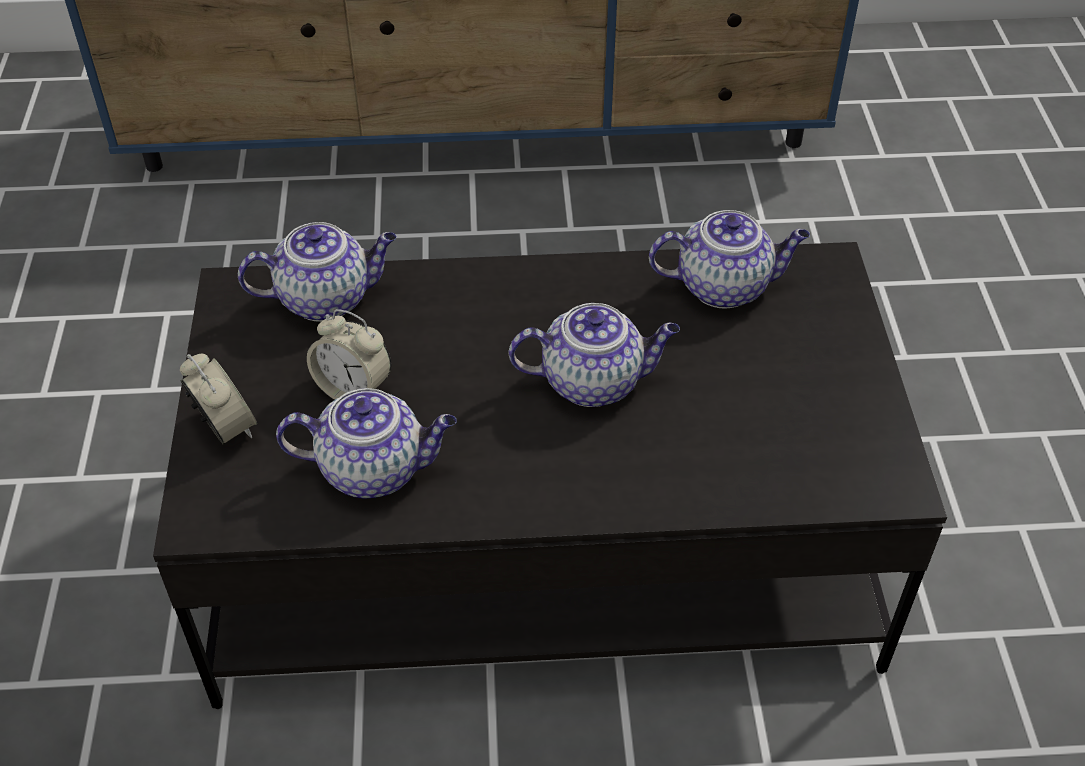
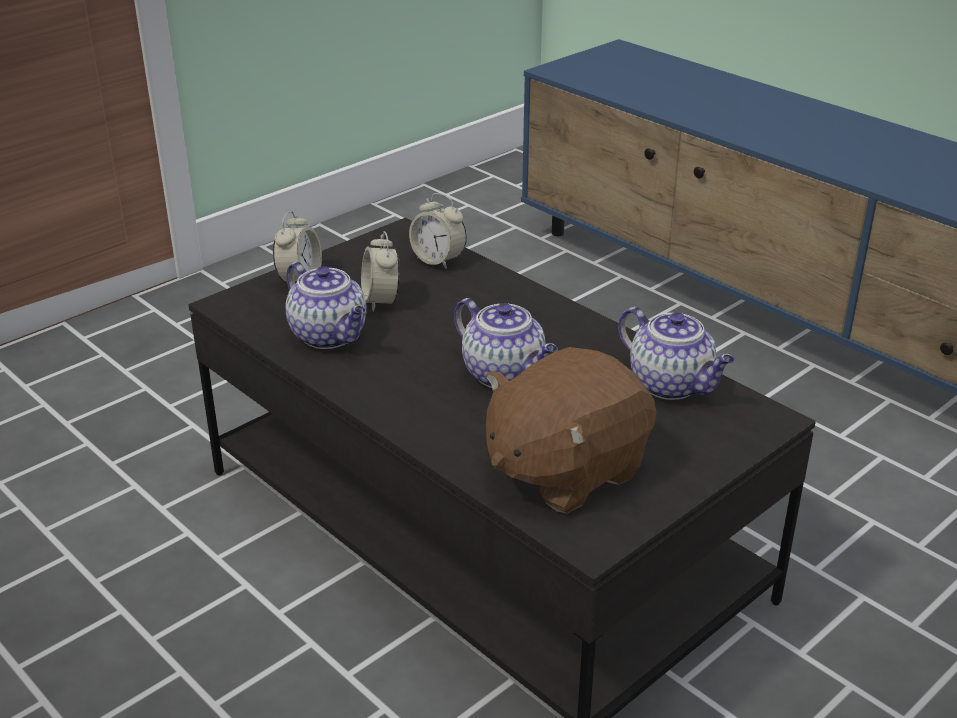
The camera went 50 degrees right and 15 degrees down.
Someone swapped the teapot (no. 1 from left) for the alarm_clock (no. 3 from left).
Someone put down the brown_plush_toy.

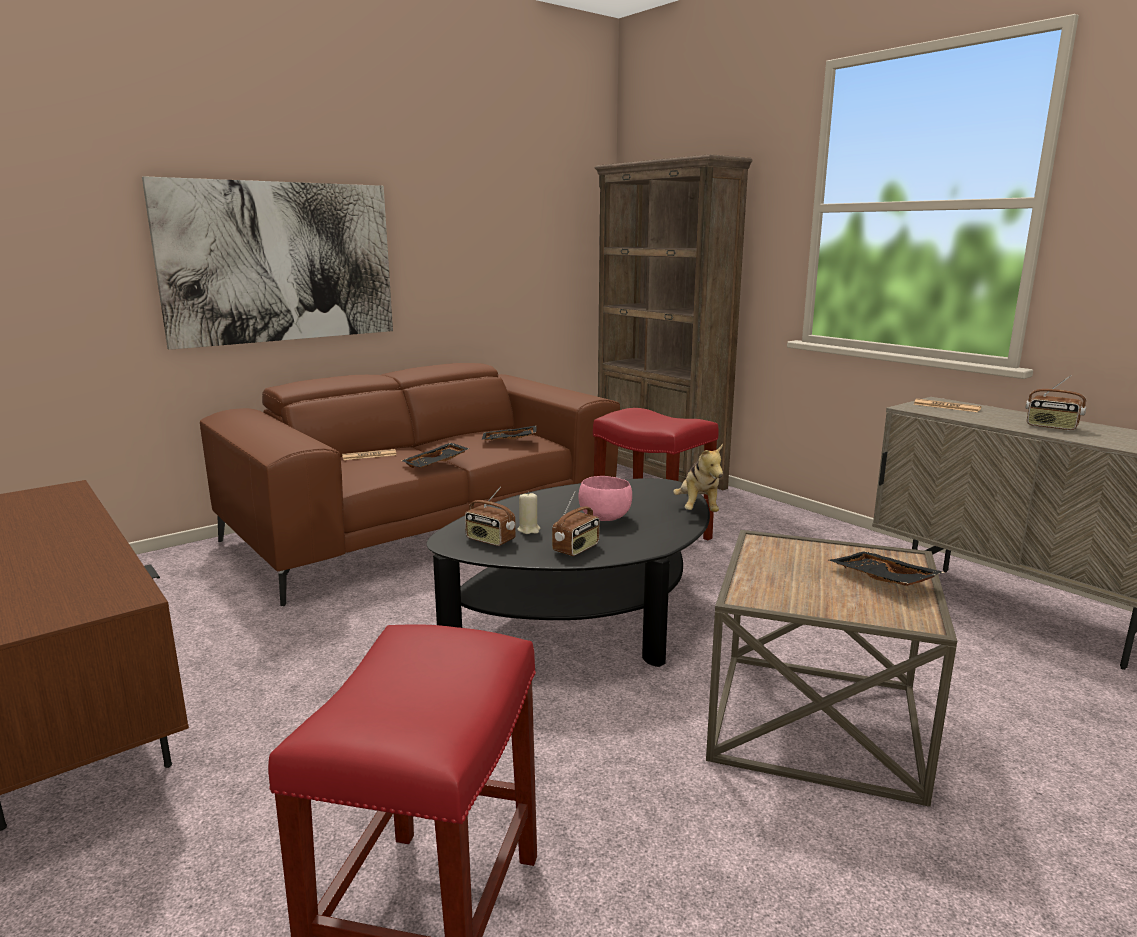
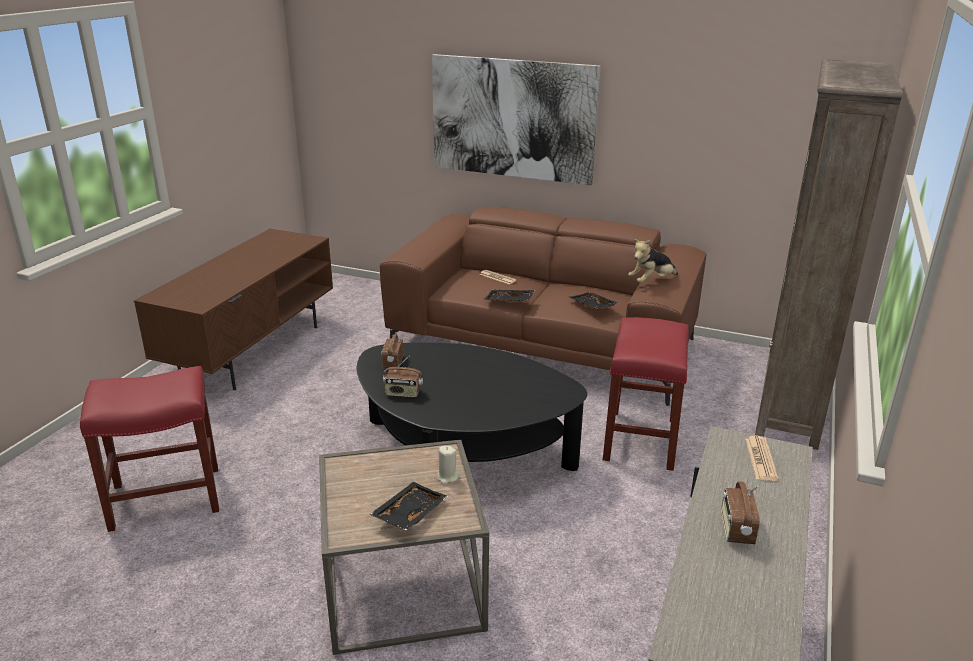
The camera went 60 degrees right and 10 degrees up.
Someone carried the plush_toy.
Someone took away the pink_bowl.
Someone carried the beige_candle.

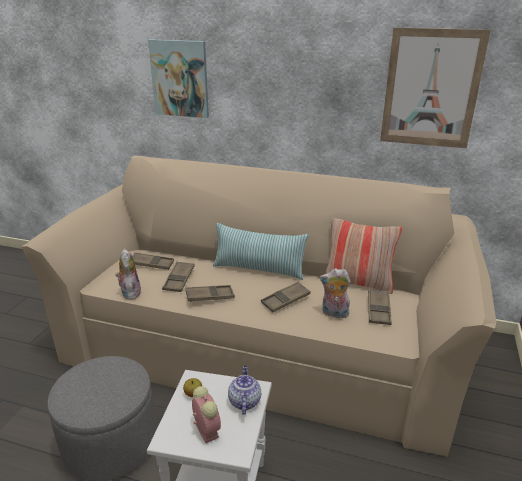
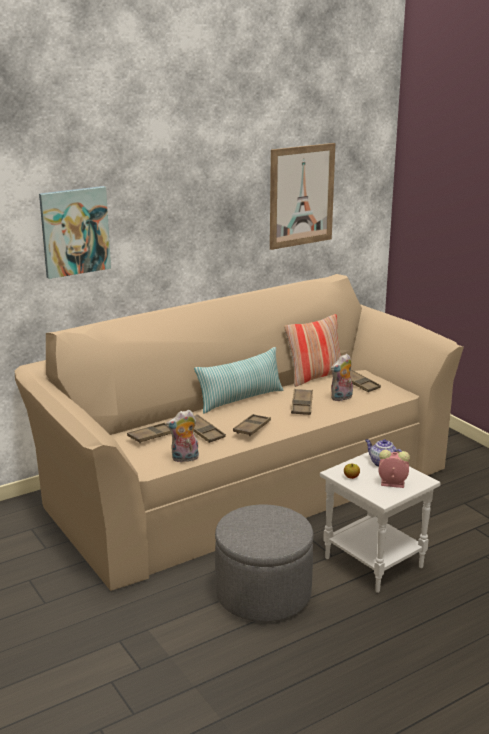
The camera went 50 degrees left and 5 degrees down.
Someone rotated the plush_toy (no. 1 from left) by 45 degrees counterclockwise.

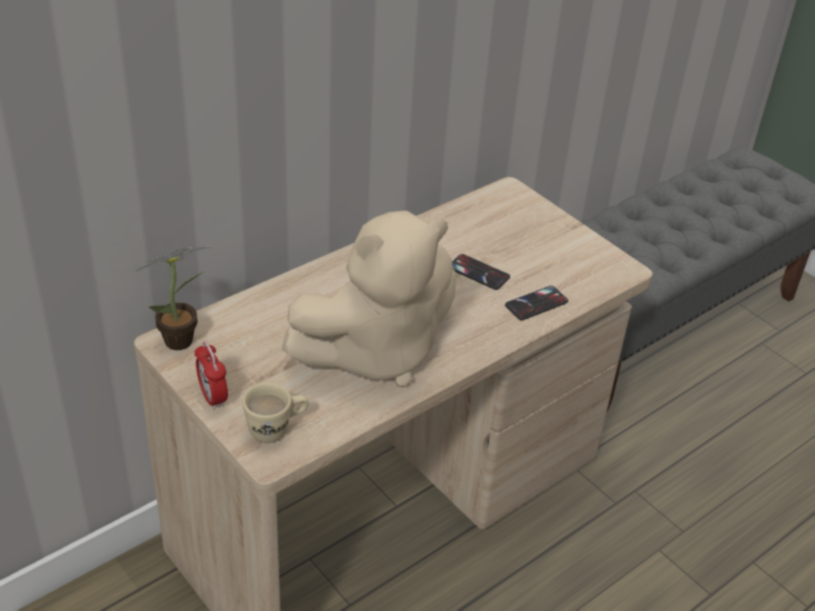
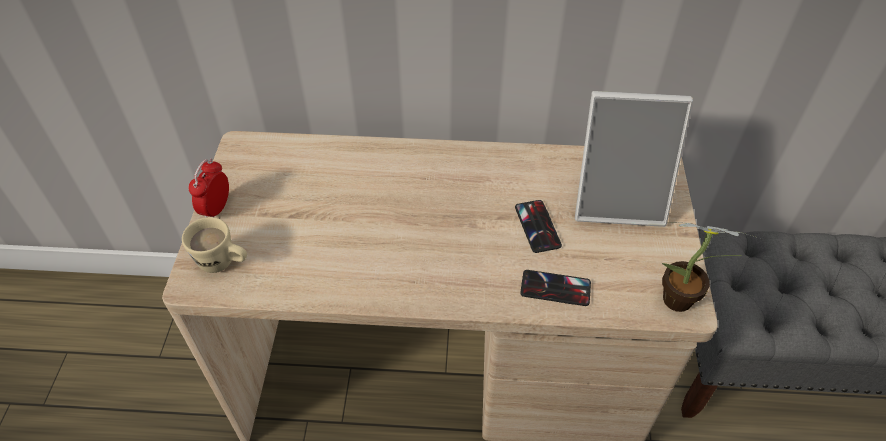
The camera went 45 degrees right and 10 degrees up.
Someone took away the beige_plush_toy.
Someone carried the potted_plant.
Someone put down the picture_frame.

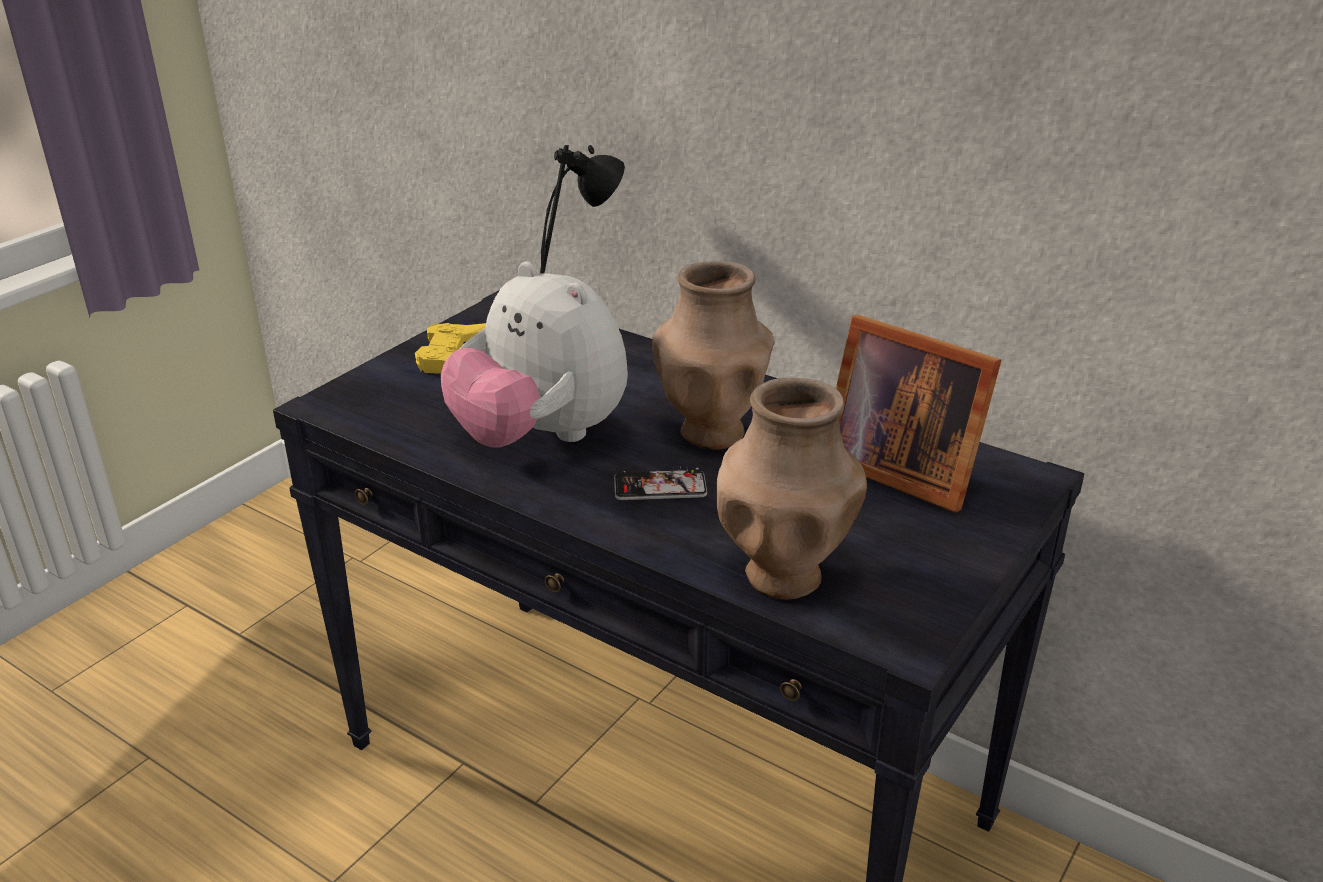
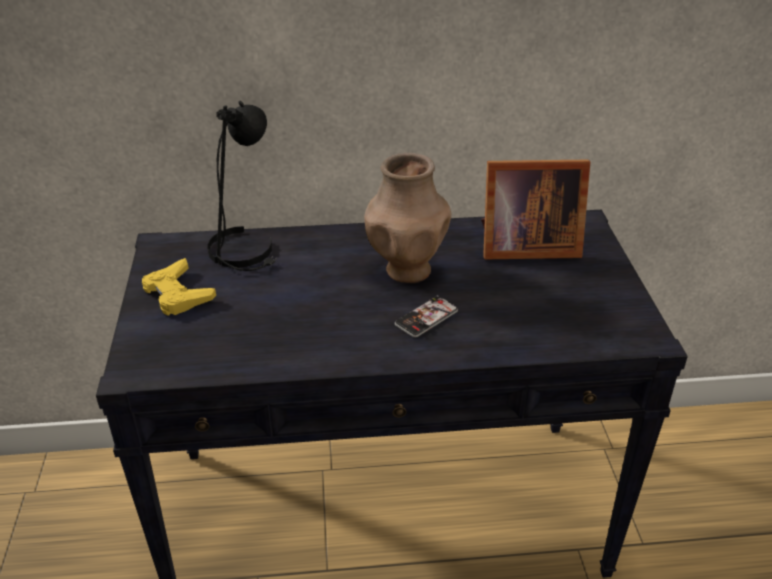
The camera went 40 degrees left and 5 degrees up.
Someone took away the plush_toy.
Someone took away the brown_vase (no. 2 from left).

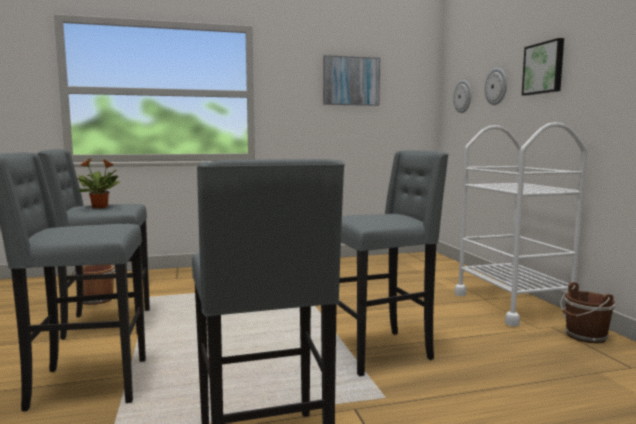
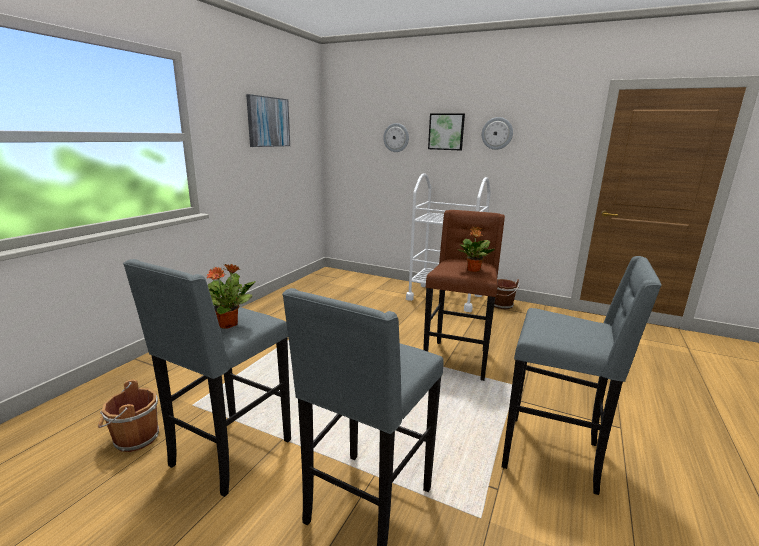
The camera went 50 degrees left and 10 degrees up.
Someone carried the wall_clock (no. 1 from left in the first image).
Someone repainted the grey_stool (no. 4 from left), which became the brown_stool.
Someone put down the potted_plant (no. 2 from left).

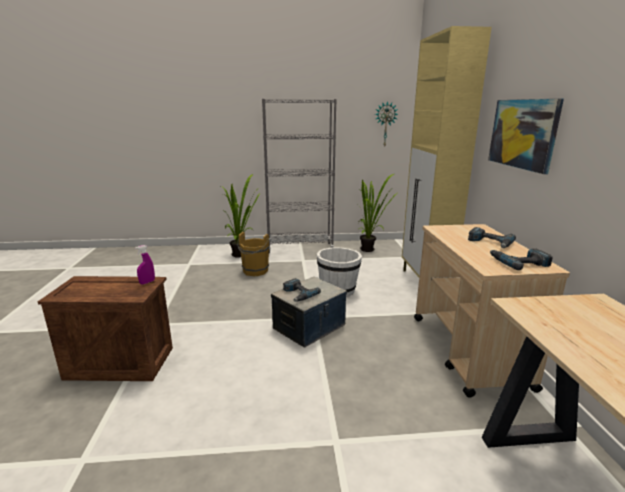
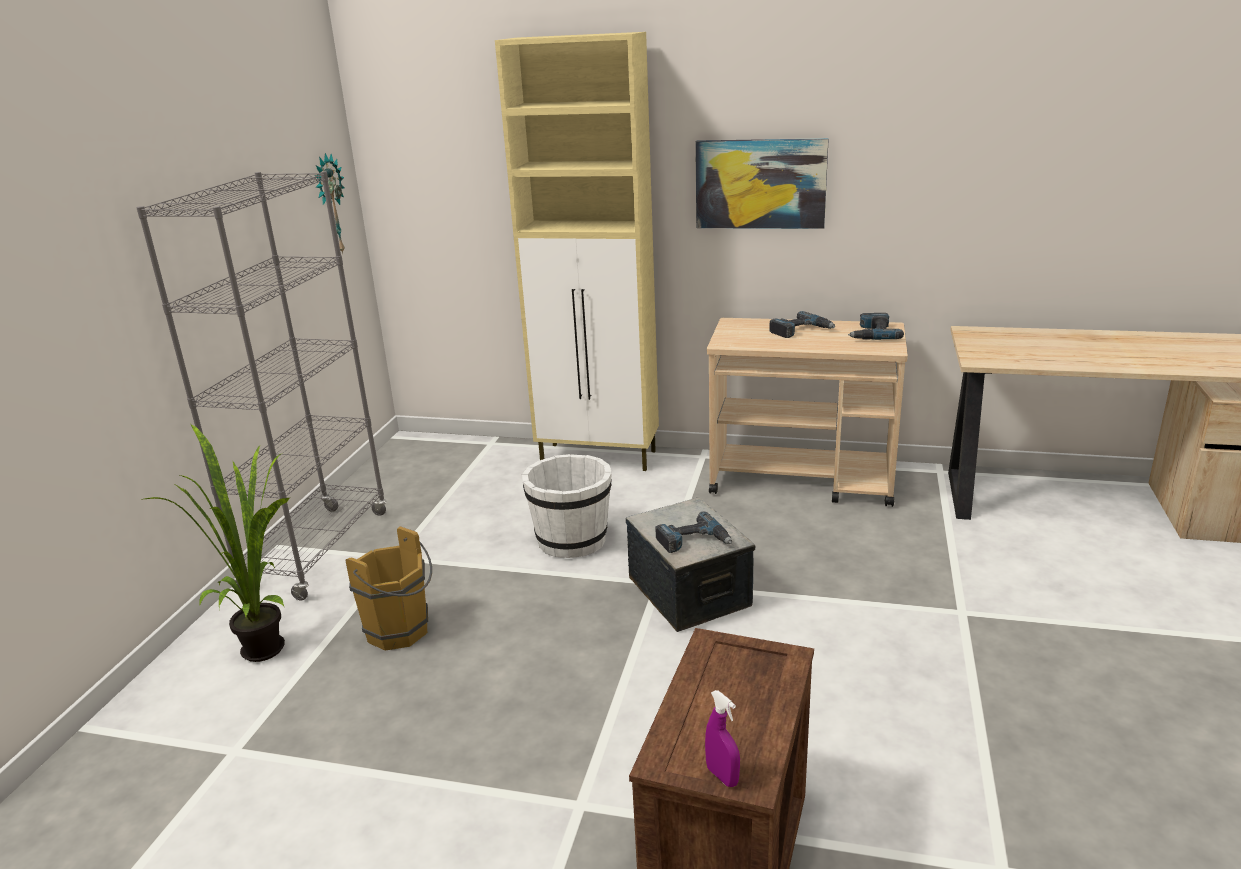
The camera went 70 degrees left and 5 degrees up.
Someone took away the potted_plant (no. 2 from left).
Someone carried the purple_spray_bottle.

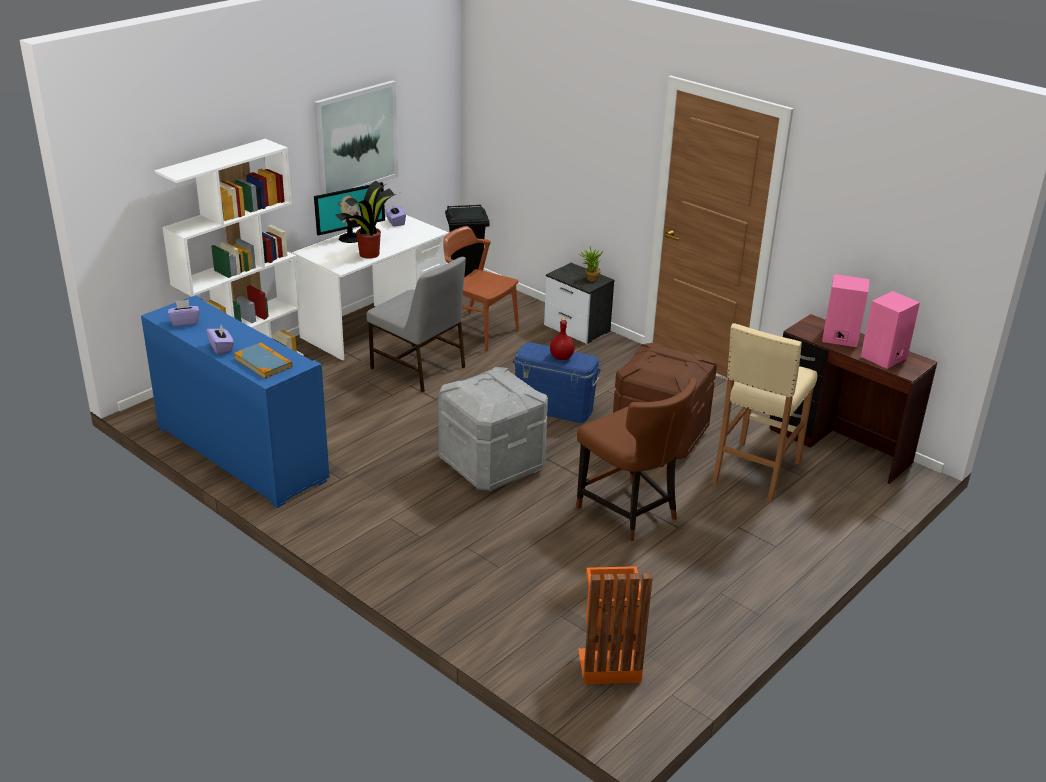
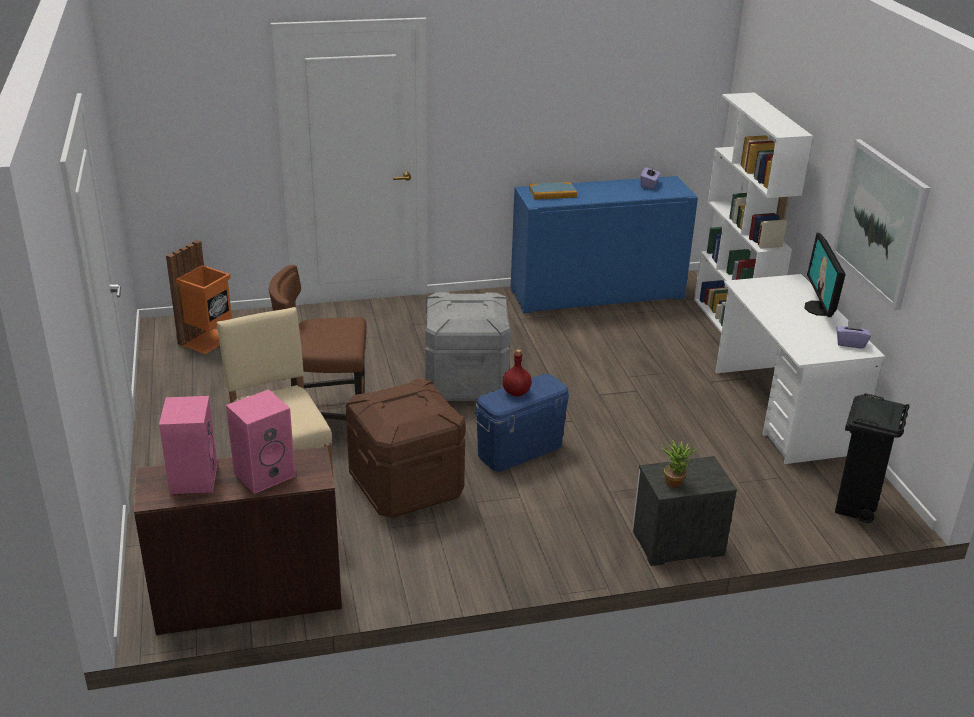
The camera went 125 degrees right and 0 degrees up.
Someone took away the potted_plant (no. 1 from left).
Someone took away the brown_chair (no. 1 from left).
Someone took away the grey_chair.
Someone took away the purple_tissue_box (no. 2 from left).

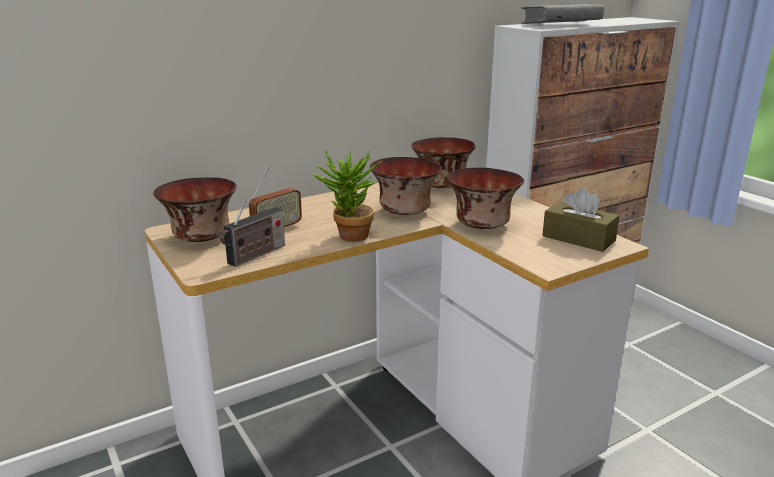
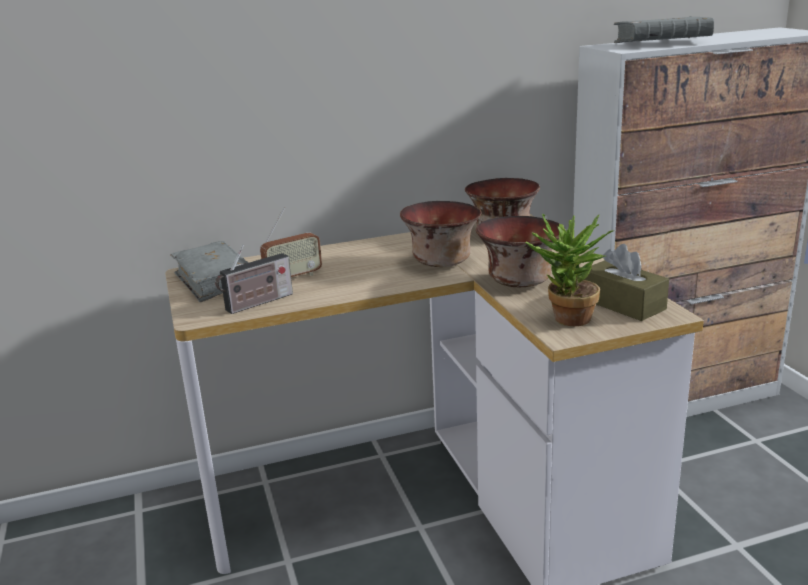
The camera went 15 degrees right and 0 degrees up.
Someone carried the potted_plant.
Someone swapped the bowl (no. 1 from left) for the grey_book (no. 1 from left).

